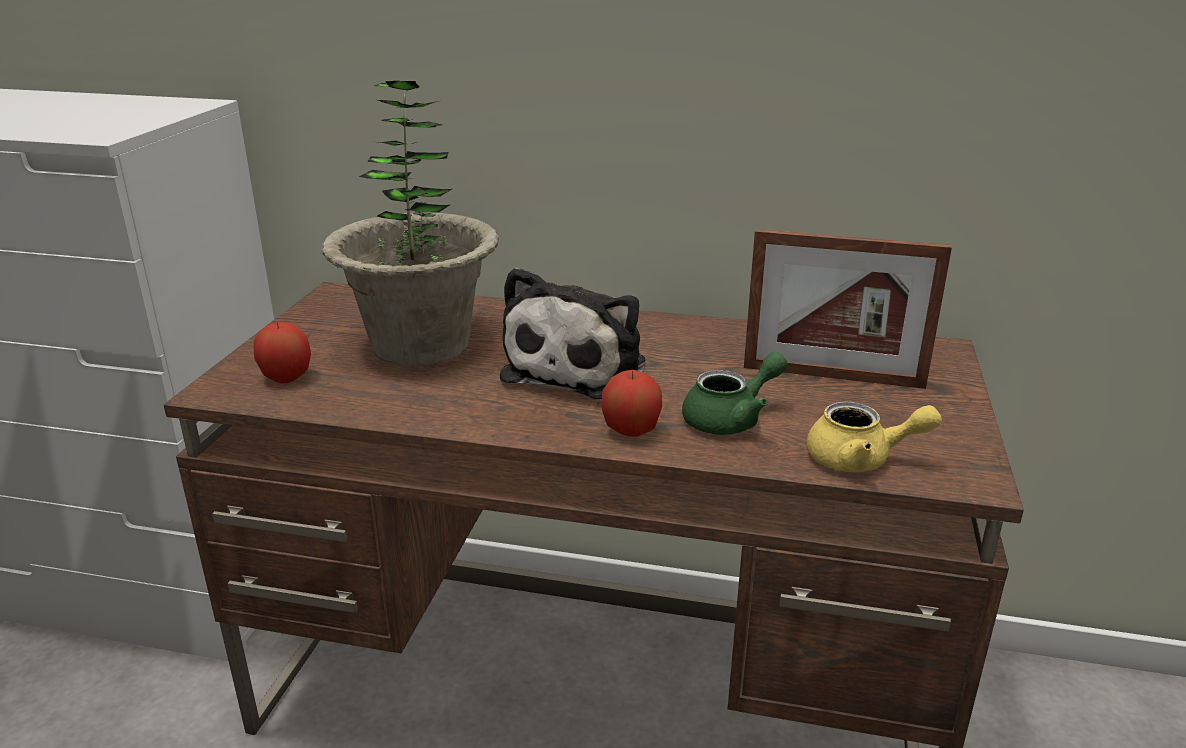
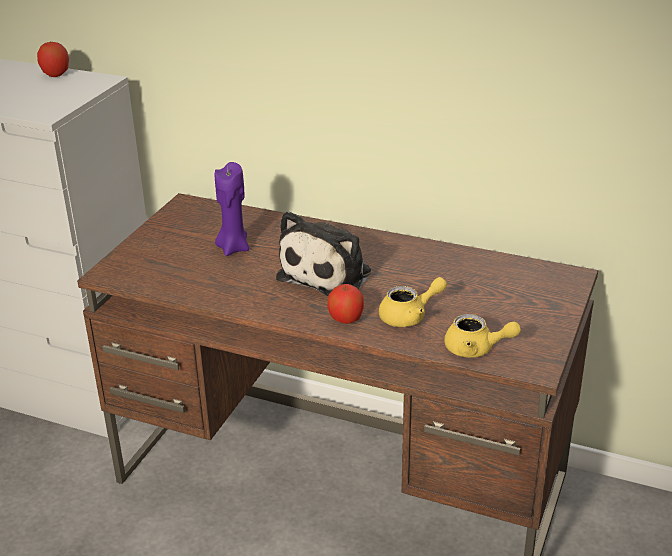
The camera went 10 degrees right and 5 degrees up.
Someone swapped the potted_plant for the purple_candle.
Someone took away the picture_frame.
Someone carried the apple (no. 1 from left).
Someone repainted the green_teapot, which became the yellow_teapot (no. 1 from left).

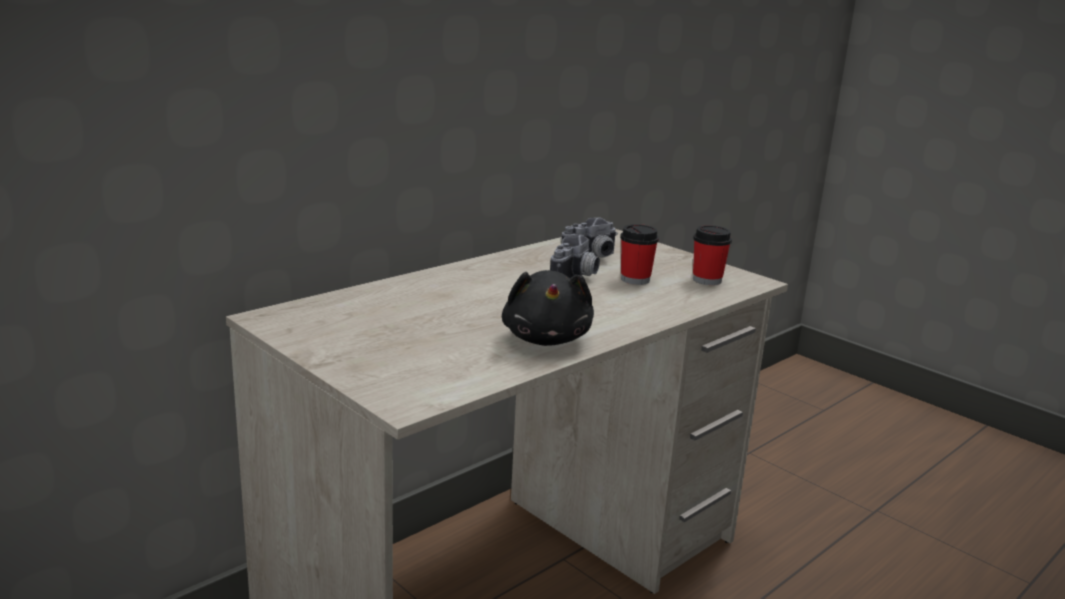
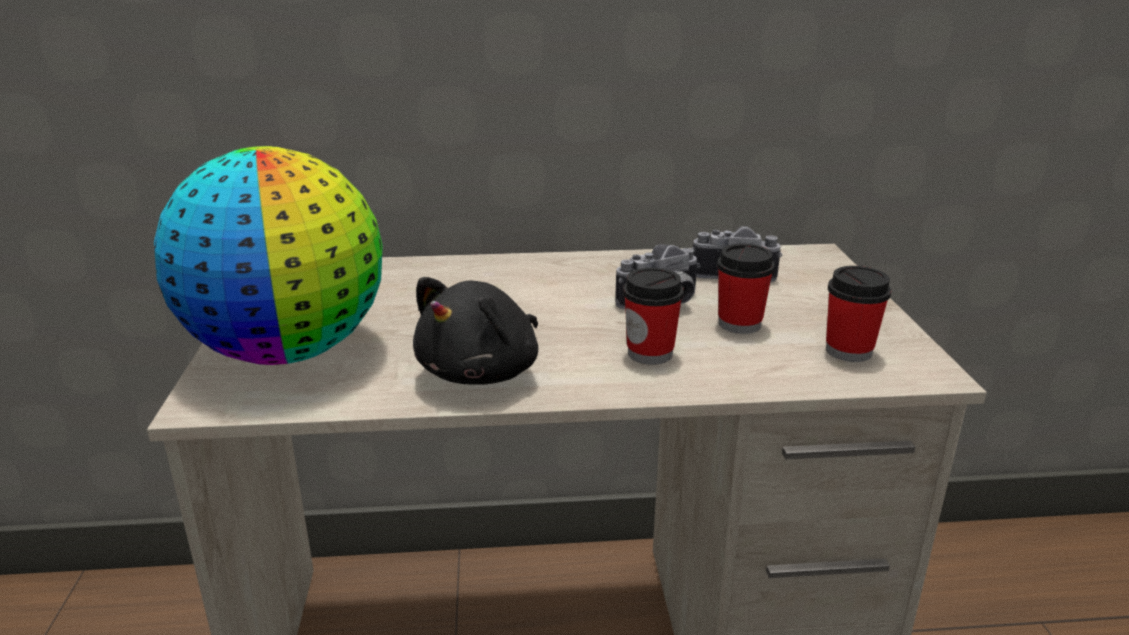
The camera went 40 degrees right and 5 degrees up.
Someone put down the globe.
Someone put down the cup (no. 1 from left).

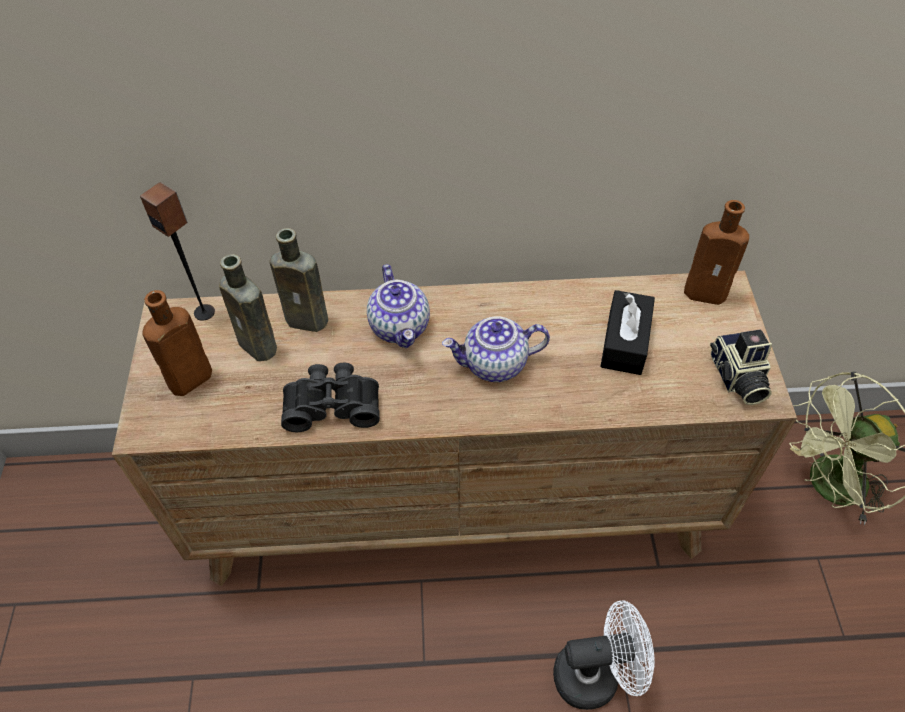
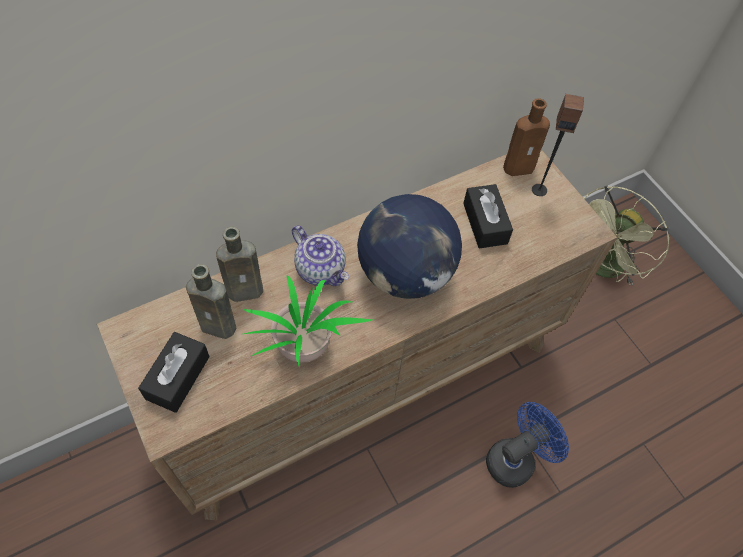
The camera went 30 degrees left and 5 degrees up.
Someone carried the speaker.
Someone swapped the brown_bottle (no. 1 from left) for the black_tissue_box (no. 1 from left).
Someone swapped the teapot (no. 2 from left) for the globe.
Someone took away the photo_camera.
Someone swapped the black_binoculars for the potted_plant.
Someone repainted the white_fan, which became the blue_fan.

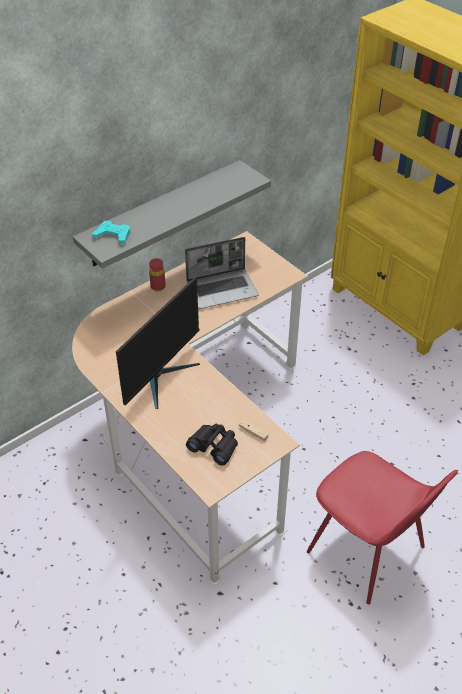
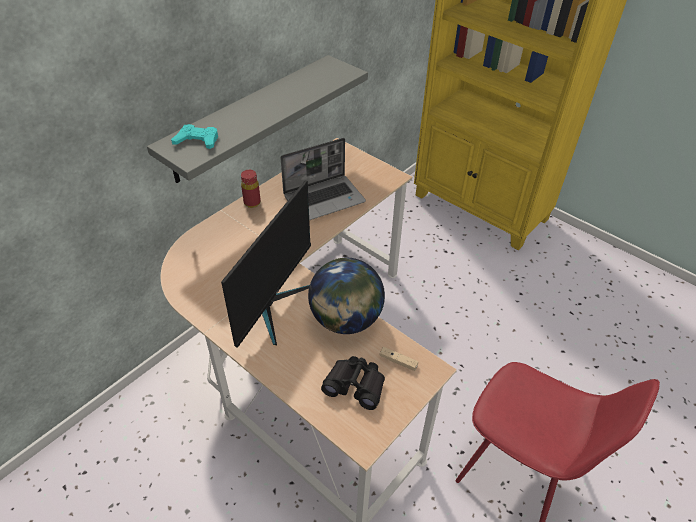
The camera went 10 degrees left and 0 degrees up.
Someone put down the globe.

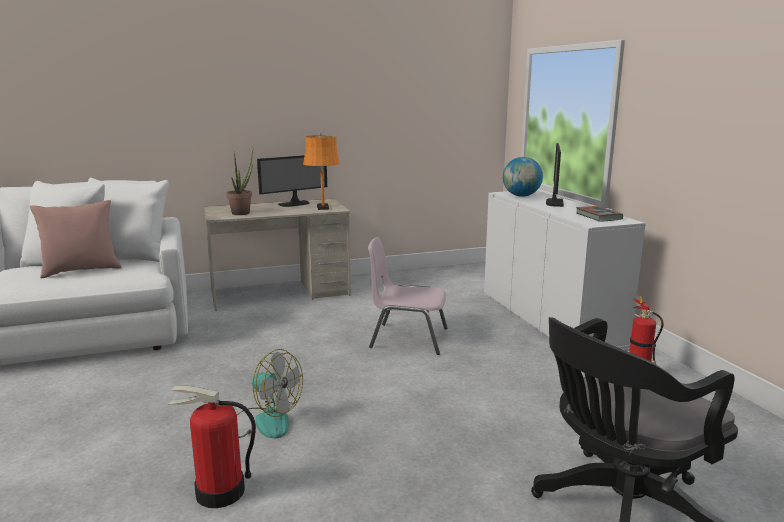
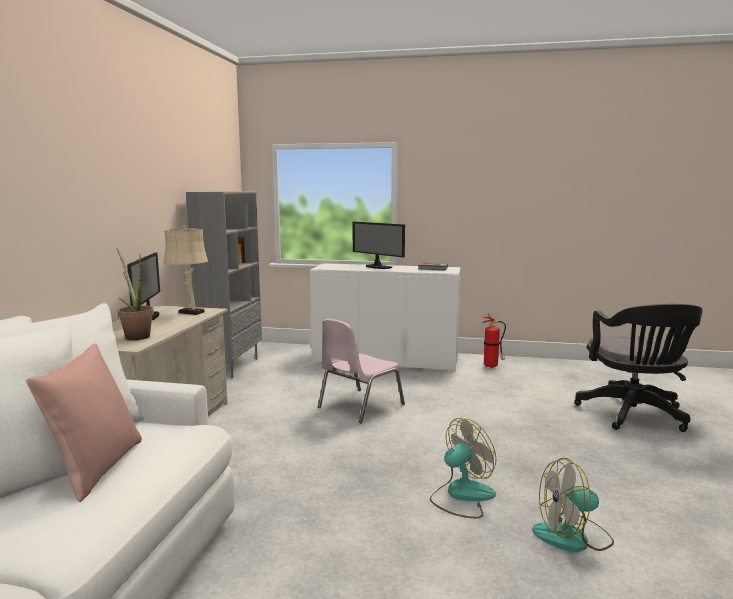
The camera went 60 degrees left and 5 degrees down.
Someone repainted the orange_table_lamp, which became the beige_table_lamp.
Someone took away the globe.
Someone swapped the fire_extinguisher (no. 1 from left) for the fan (no. 2 from left).
Someone put down the grey_bookcase.

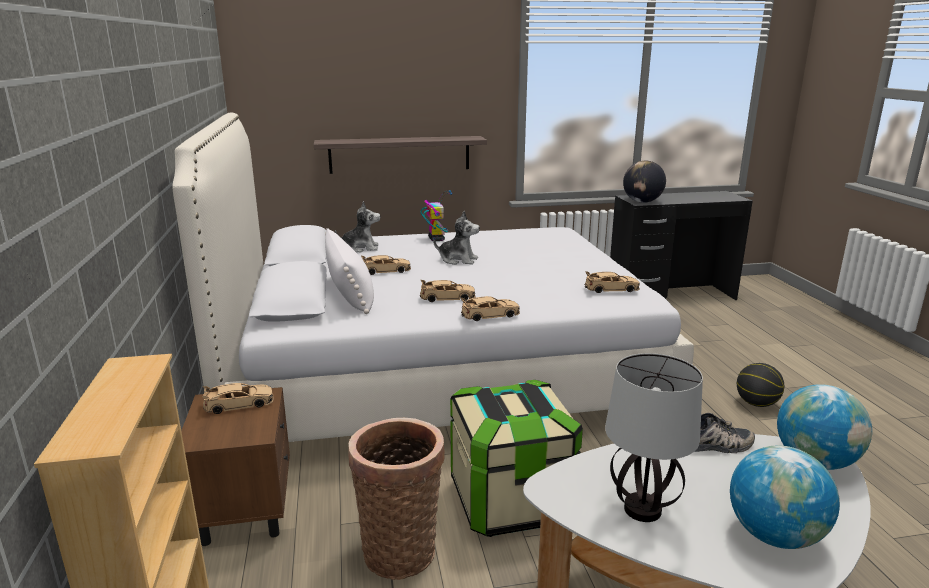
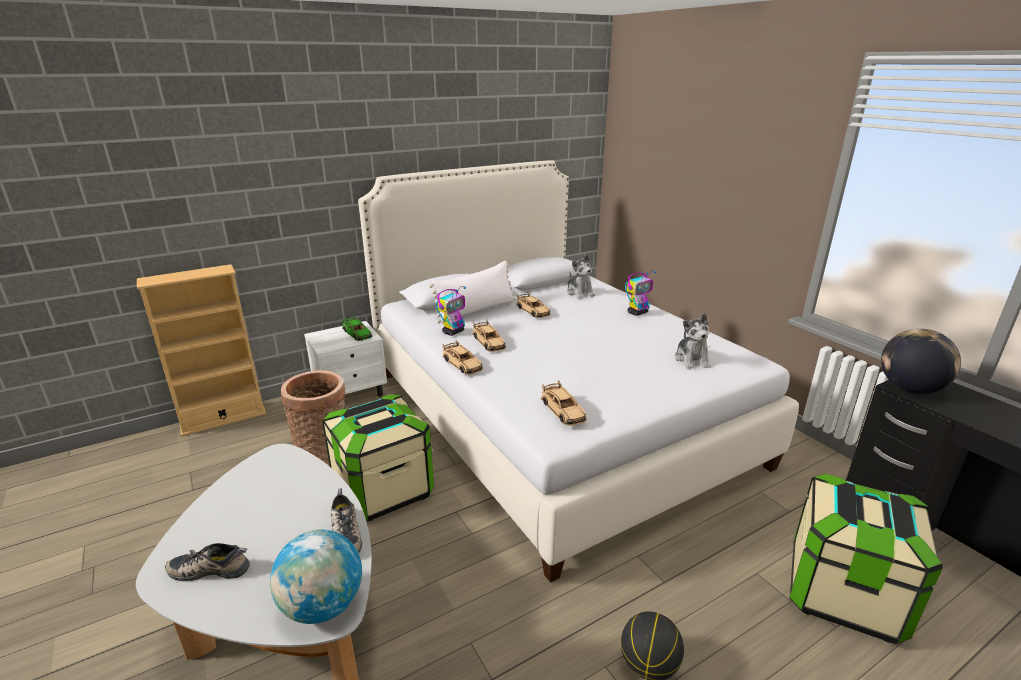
The camera went 70 degrees right and 5 degrees up.
Someone took away the shelf.
Someone carried the plush_toy (no. 2 from left).
Someone took away the table_lamp.
Someone repainted the beige_toy_car (no. 1 from left), which became the green_toy_car.
Someone repainted the brown_nightstand, which became the white_nightstand.
Someone swapped the globe (no. 2 from left) for the shoe (no. 1 from left).
Someone put down the toy_robot (no. 1 from left).
Someone put down the storage_box (no. 2 from left).

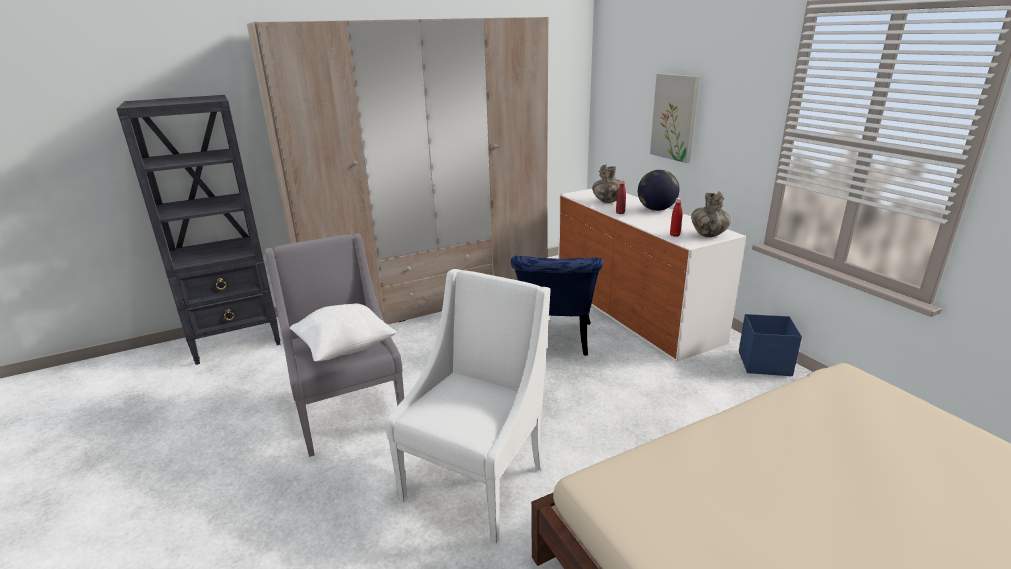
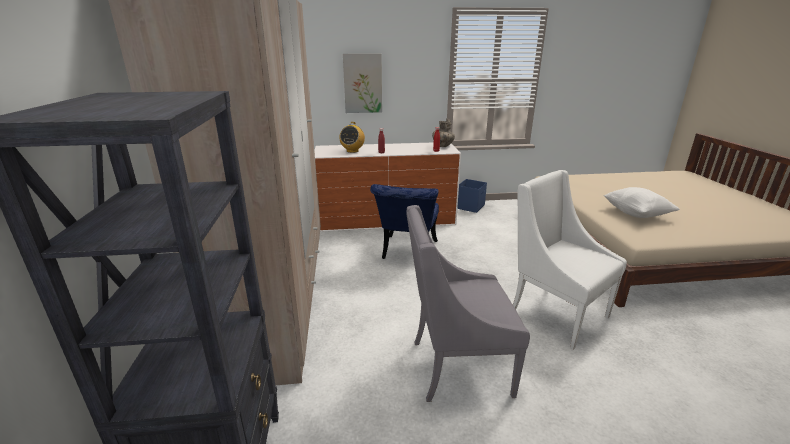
The camera went 70 degrees left and 0 degrees up.
Someone swapped the vase (no. 1 from left) for the radio.
Someone took away the globe.
Someone rotated the blue_chair by 75 degrees clockwise.
Someone carried the white_pillow.

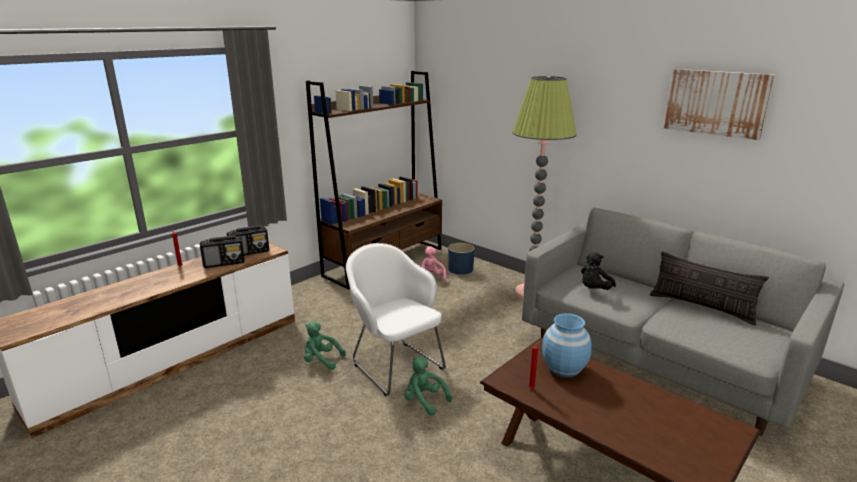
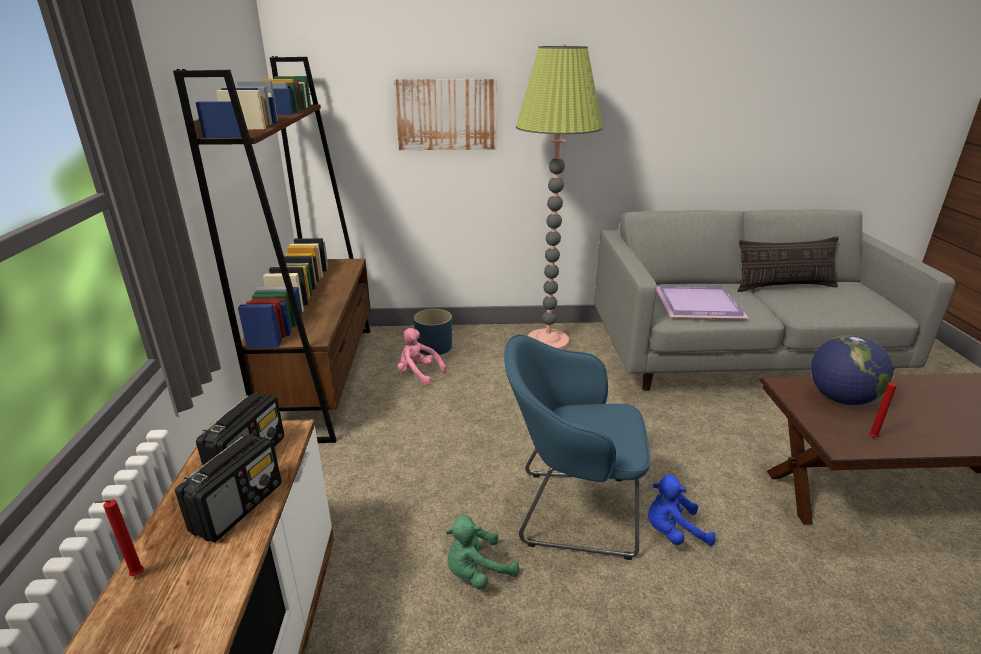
The camera went 45 degrees left and 5 degrees up.
Someone carried the picture.
Someone repainted the white_armchair, which became the blue_armchair.
Someone swapped the black_plush_toy for the purple_tray.
Someone swapped the blue_vase for the globe.
Someone repainted the green_plush_toy (no. 2 from left), which became the blue_plush_toy.

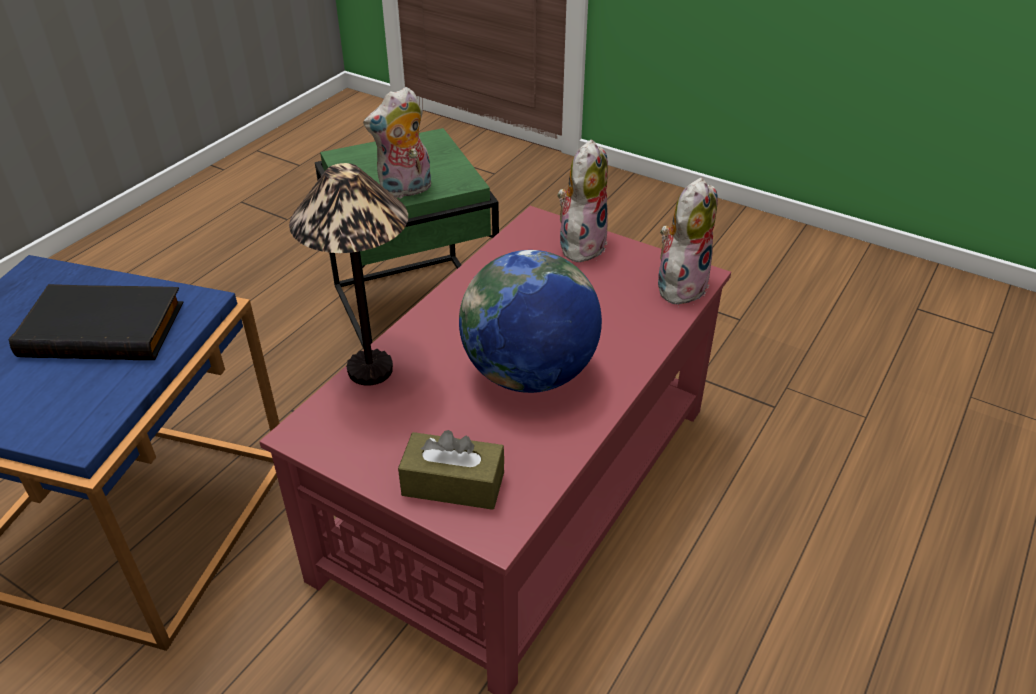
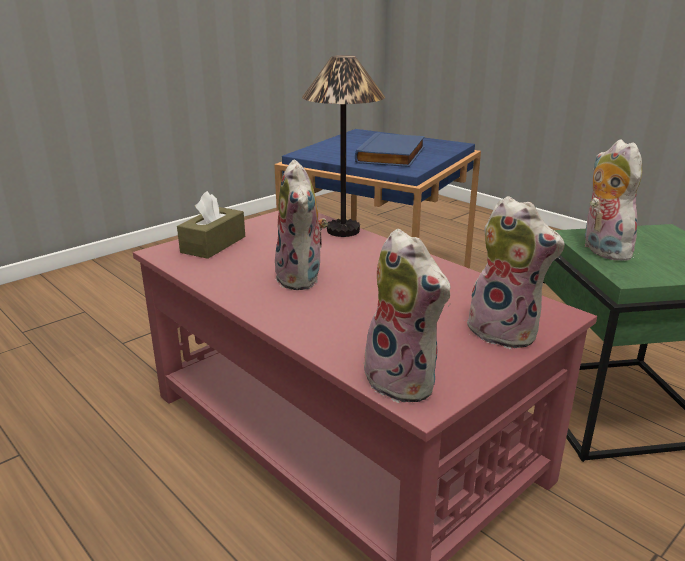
The camera went 105 degrees right and 15 degrees down.
Someone swapped the globe for the plush_toy (no. 1 from left).
Someone repainted the black_book, which became the blue_book.

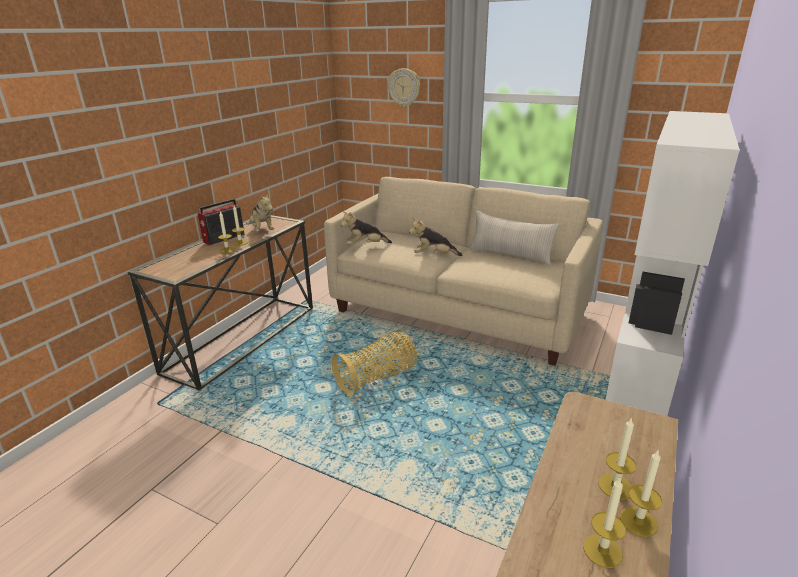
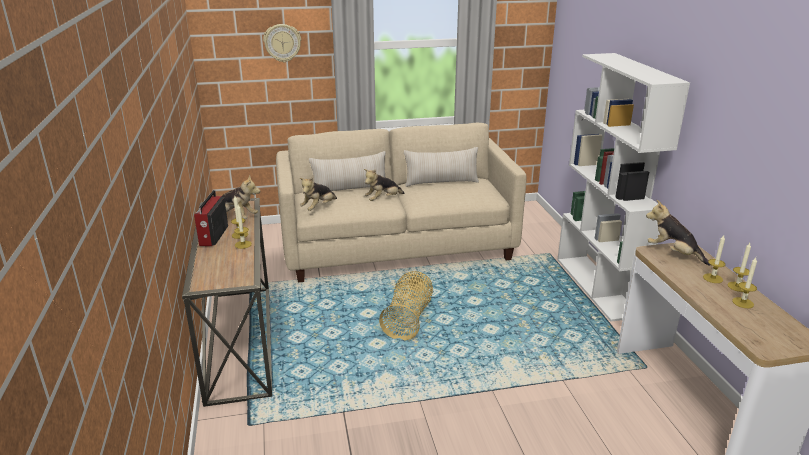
The camera went 40 degrees left and 0 degrees up.
Someone put down the beige_pillow (no. 1 from left).
Someone put down the plush_toy (no. 4 from left).

